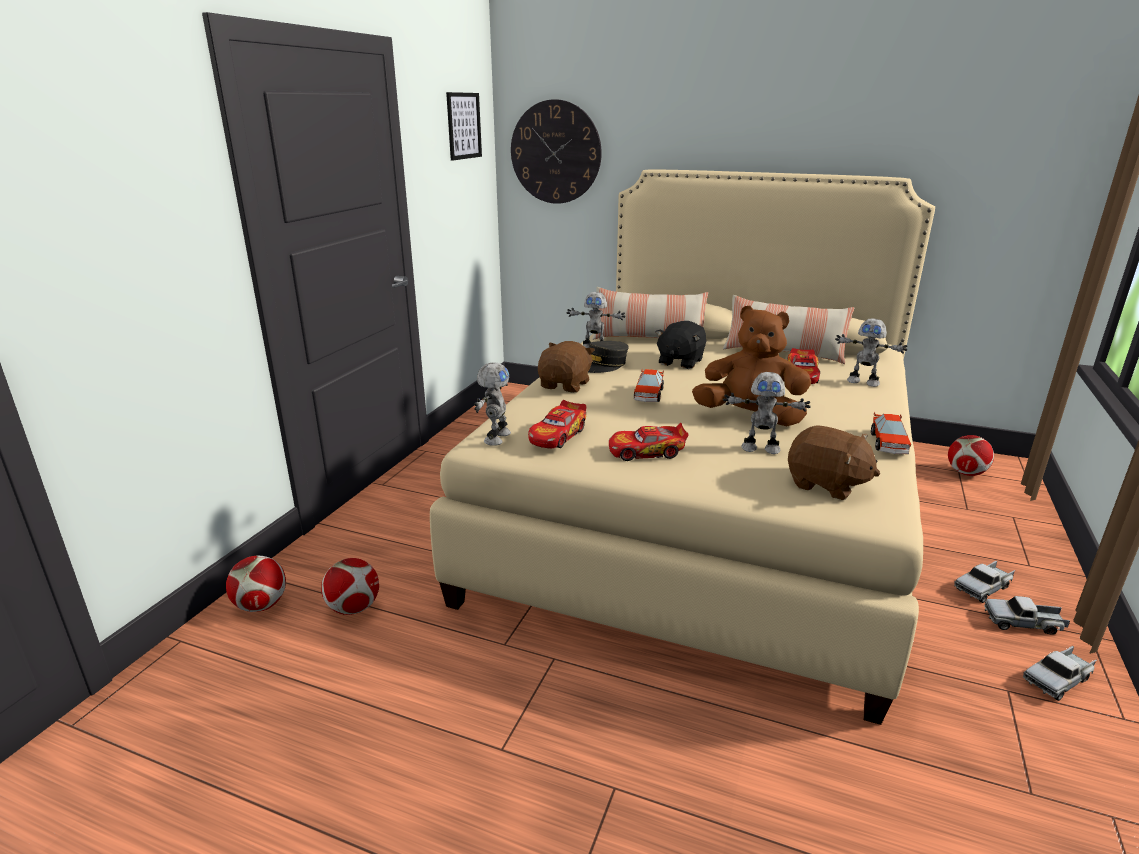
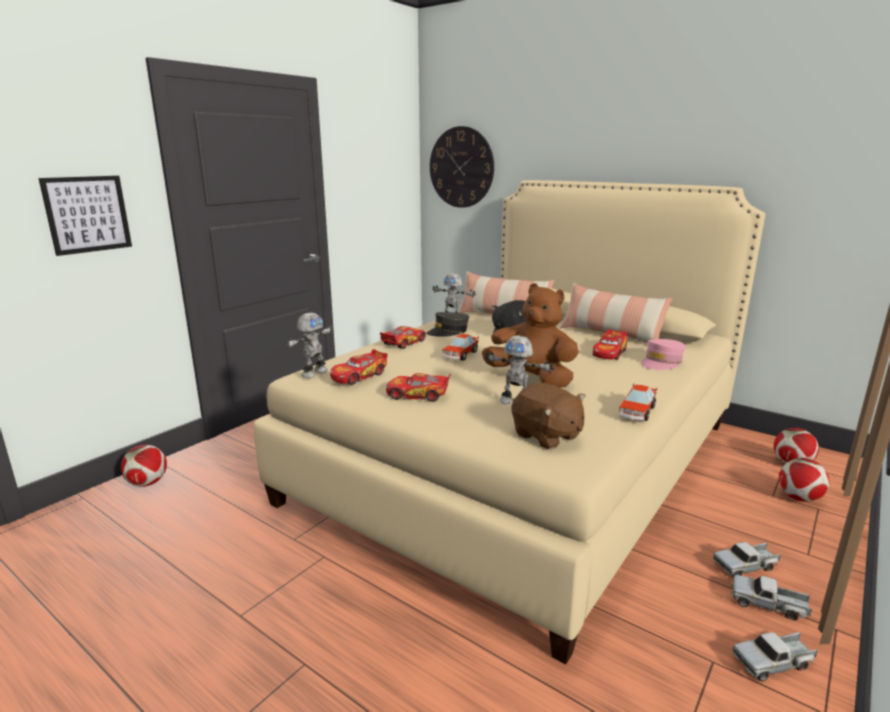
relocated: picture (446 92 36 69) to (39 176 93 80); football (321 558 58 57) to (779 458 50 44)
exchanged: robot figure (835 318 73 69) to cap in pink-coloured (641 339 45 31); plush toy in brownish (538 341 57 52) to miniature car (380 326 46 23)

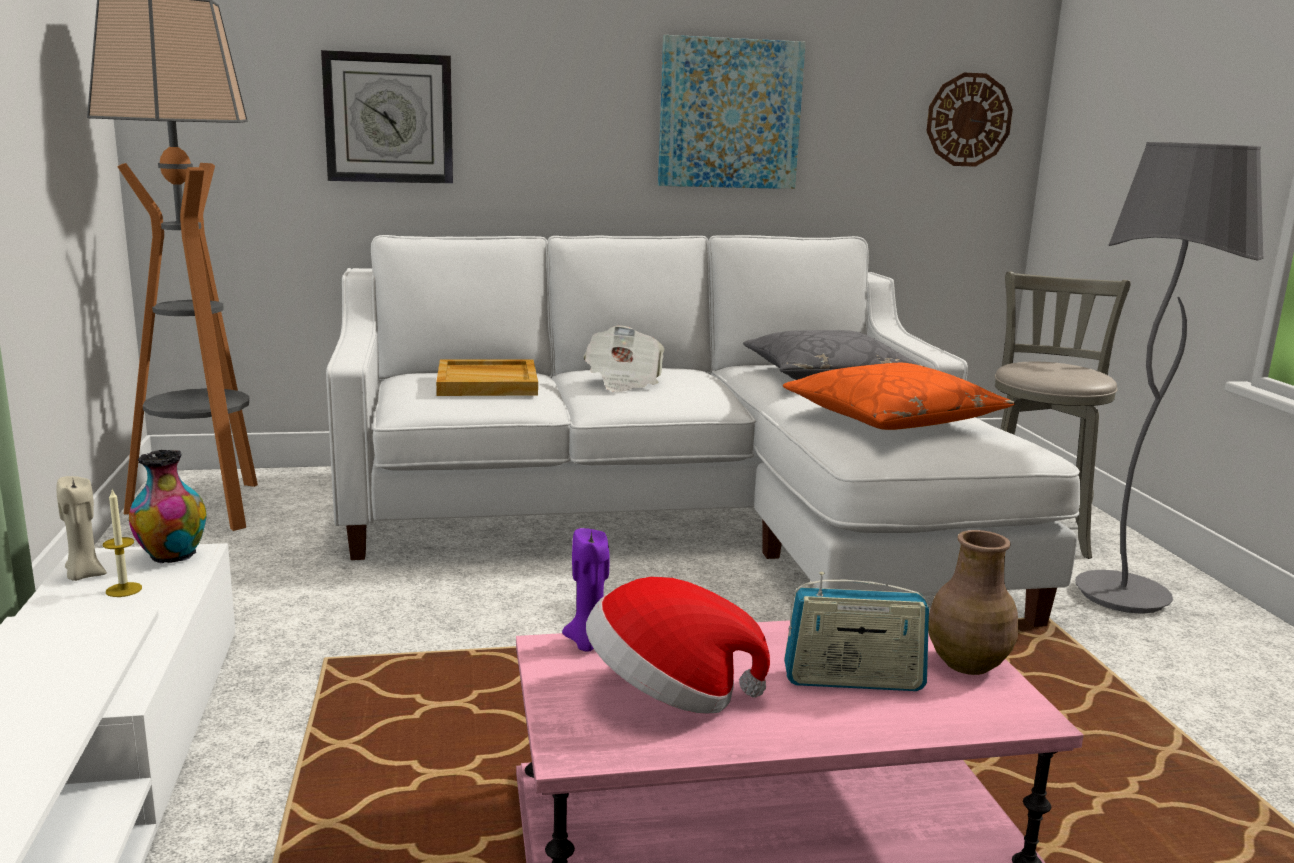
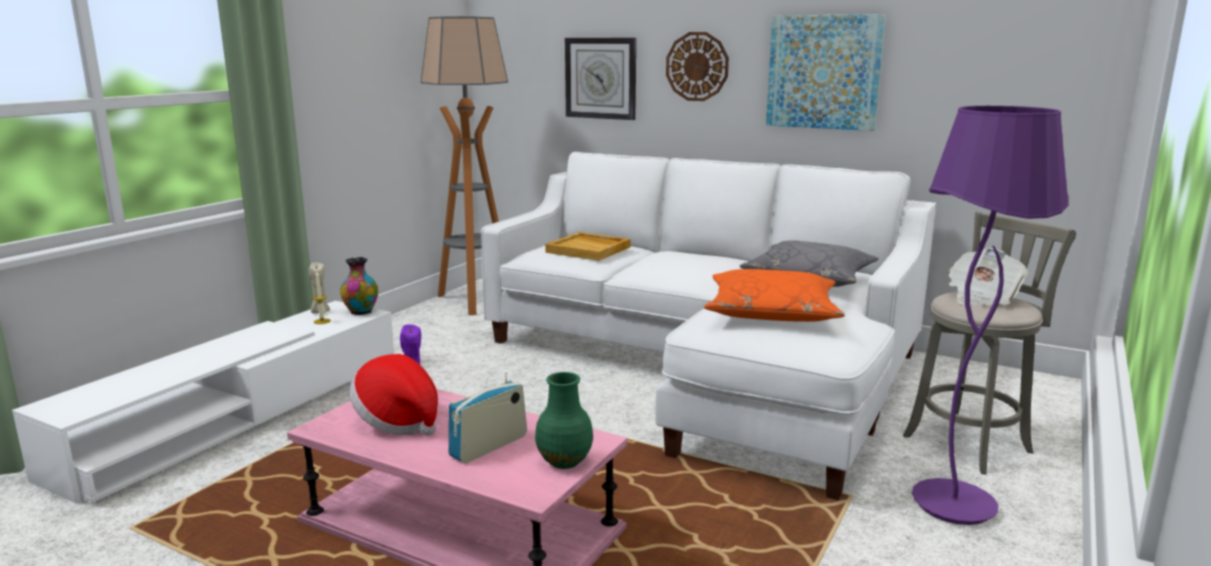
relocated: hanging clock (926 73 87 94) to (666 32 63 69); newspaper (584 326 80 66) to (948 248 80 58)
colour: floor lamp in grey (1075 142 189 472) to floor lamp in purplish (912 106 157 419); vase in brownish (928 530 90 145) to vase in green (535 372 58 97)
spun: radio set (784 572 145 119) = (449 372 78 91) 90 degrees clockwise

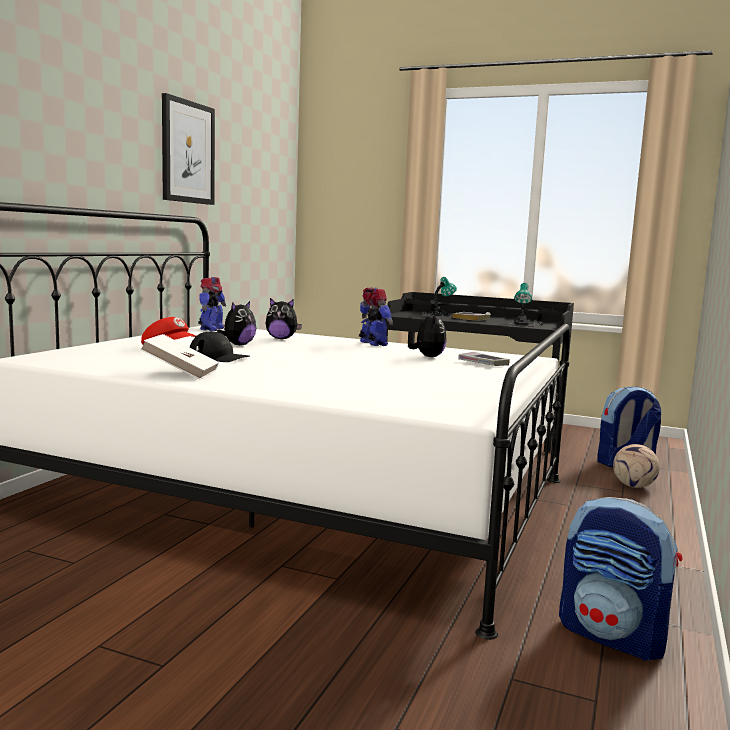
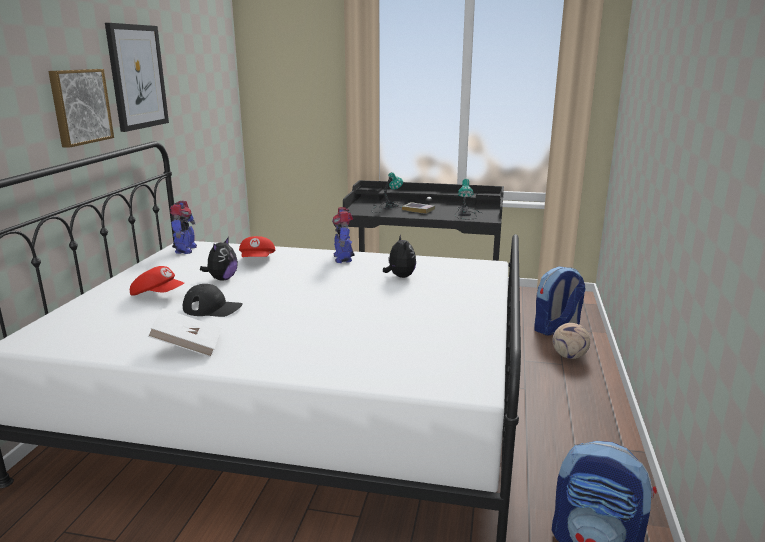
missing: book (458 352 52 14)
appeared: picture (48 69 66 79)
exchanged: plush toy (266 298 36 41) to cap in reddish (239 236 36 21)
spun: robot figure (359 287 34 59) = (332 207 23 56) 150 degrees counterclockwise

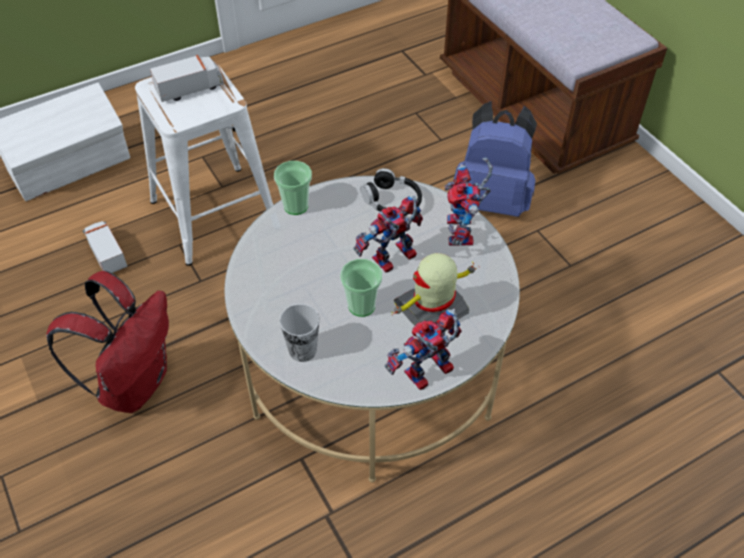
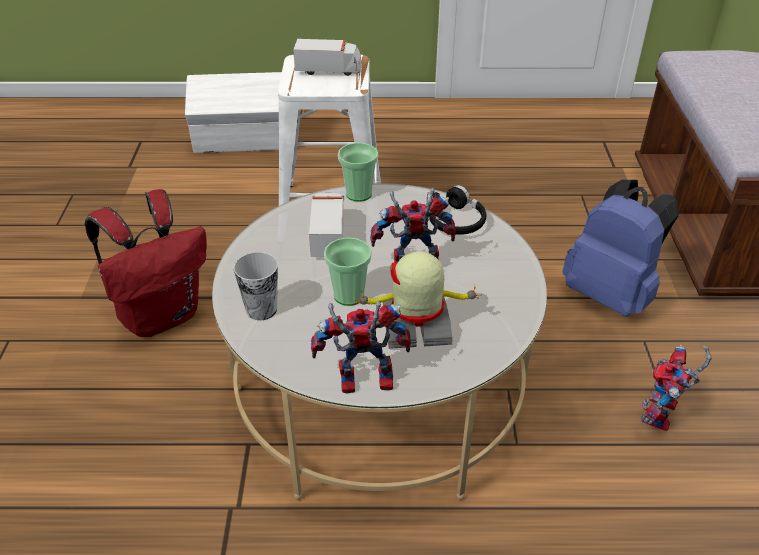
relocated: robot figure (445 157 48 89) to (641 345 70 86); toy lorry (82 221 46 52) to (309 193 35 64)

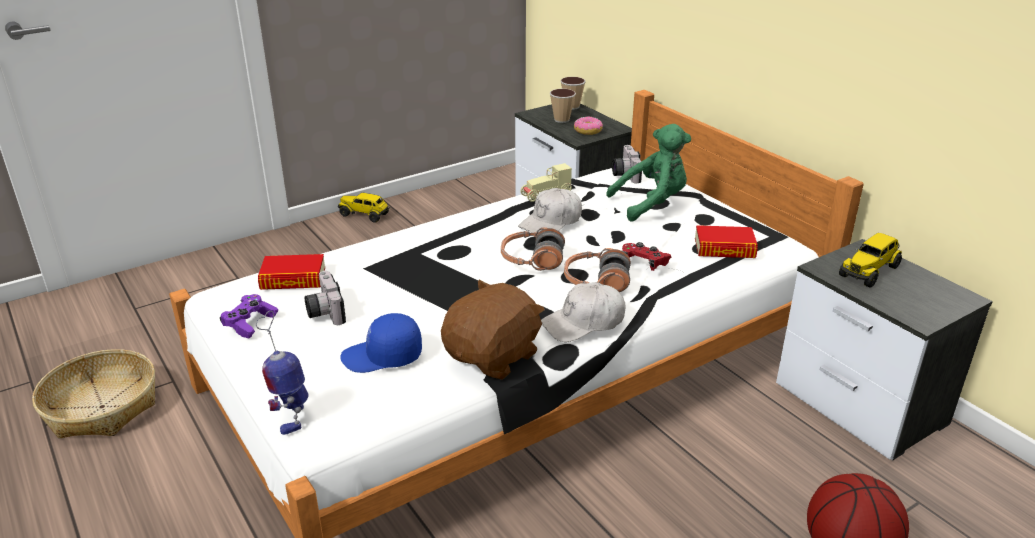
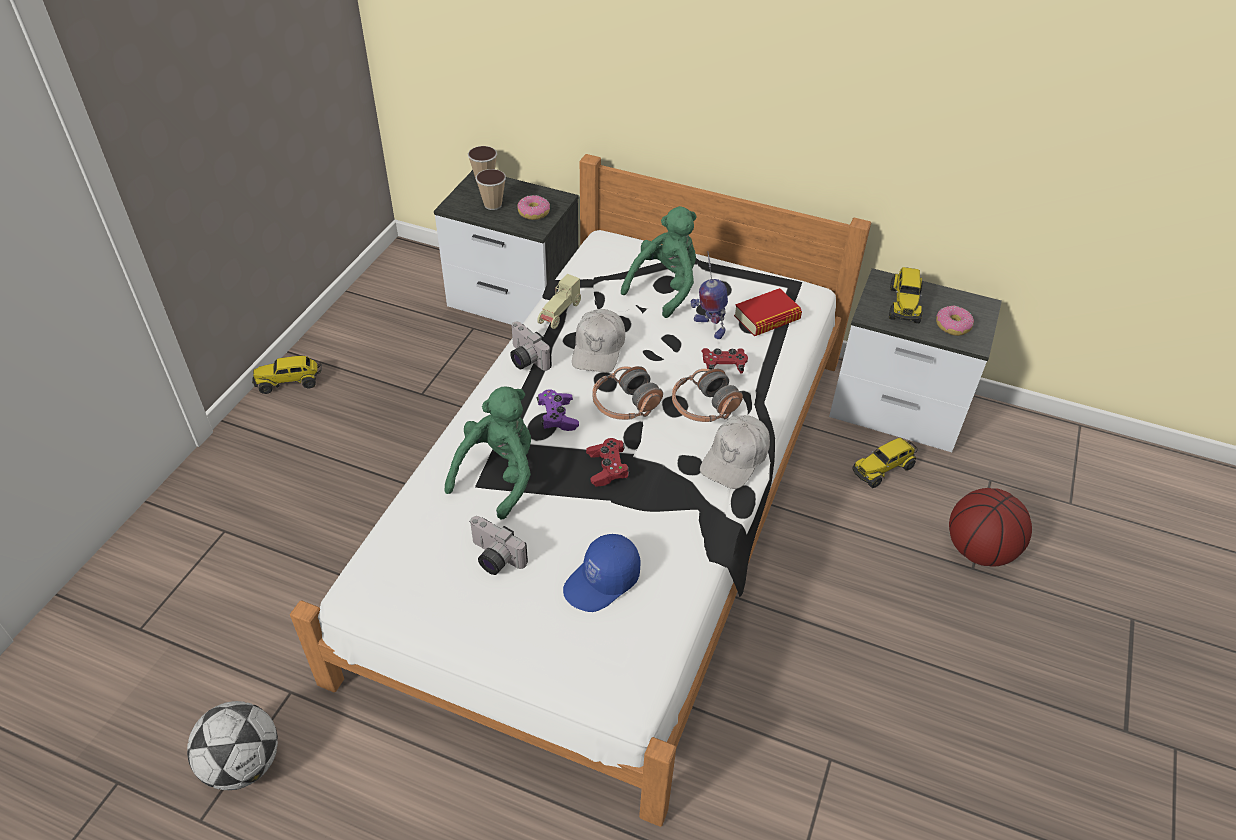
missing: book (258 254 67 36); plush toy in brownish (441 280 104 100)
appeared: donut (936 305 38 31); plush toy in green (445 387 86 132); game controller in reddish (586 438 44 49); toy lorry (853 438 65 50)
relocated: still camera (612 145 30 38) to (510 322 42 49); game controller in purplish (220 294 58 44) to (536 389 43 42); robot figure (256 311 53 124) to (691 252 37 87)
exchanged: basket (32 349 123 89) to football (187 701 91 89)

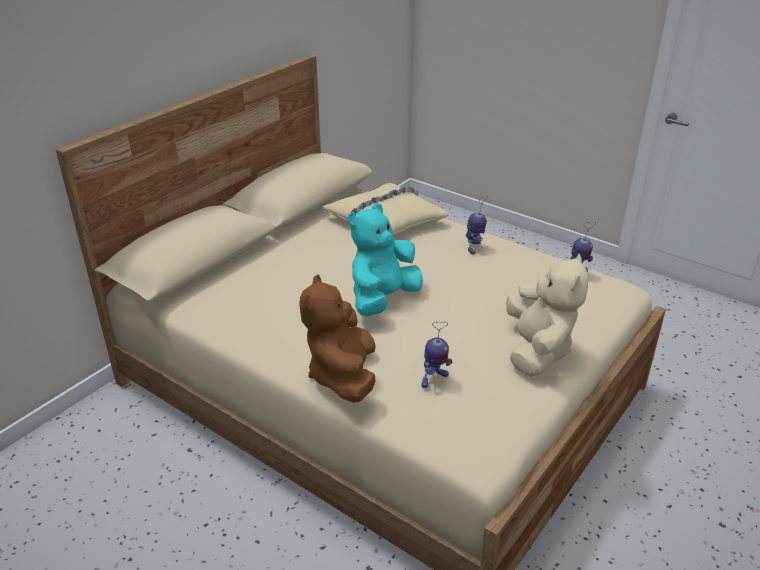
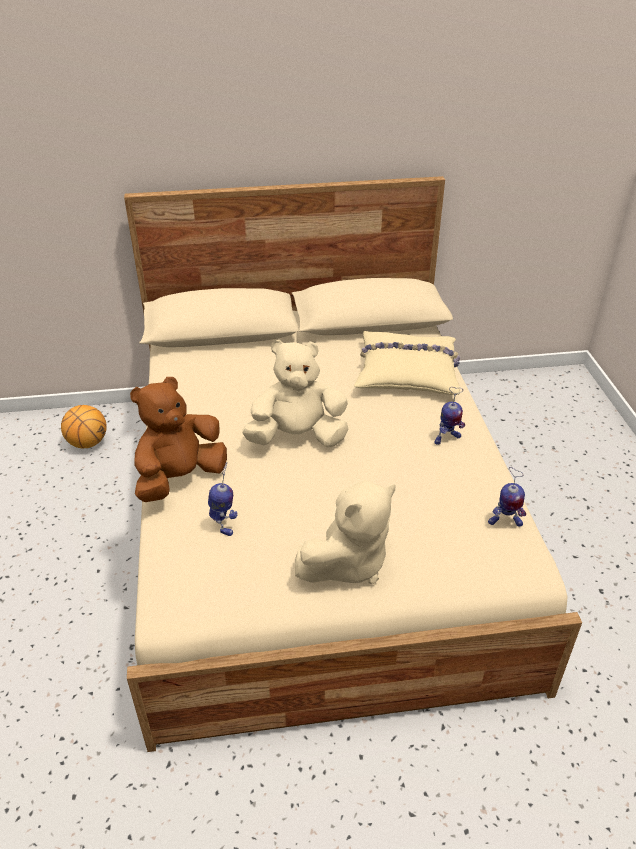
appeared: basketball (61 405 46 43)
colour: plush toy in turquoise-coloured (349 203 74 114) to plush toy in sand-coloured (242 340 106 107)
spun: robot figure (421 322 31 66) = (208 462 30 74) 120 degrees counterclockwise

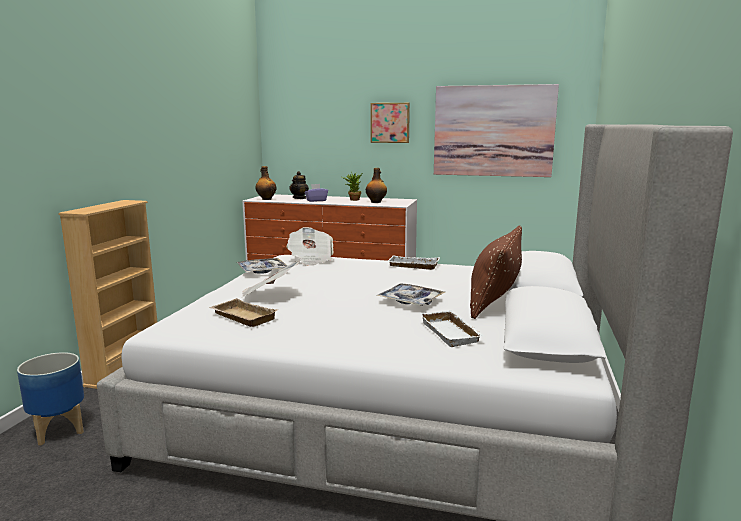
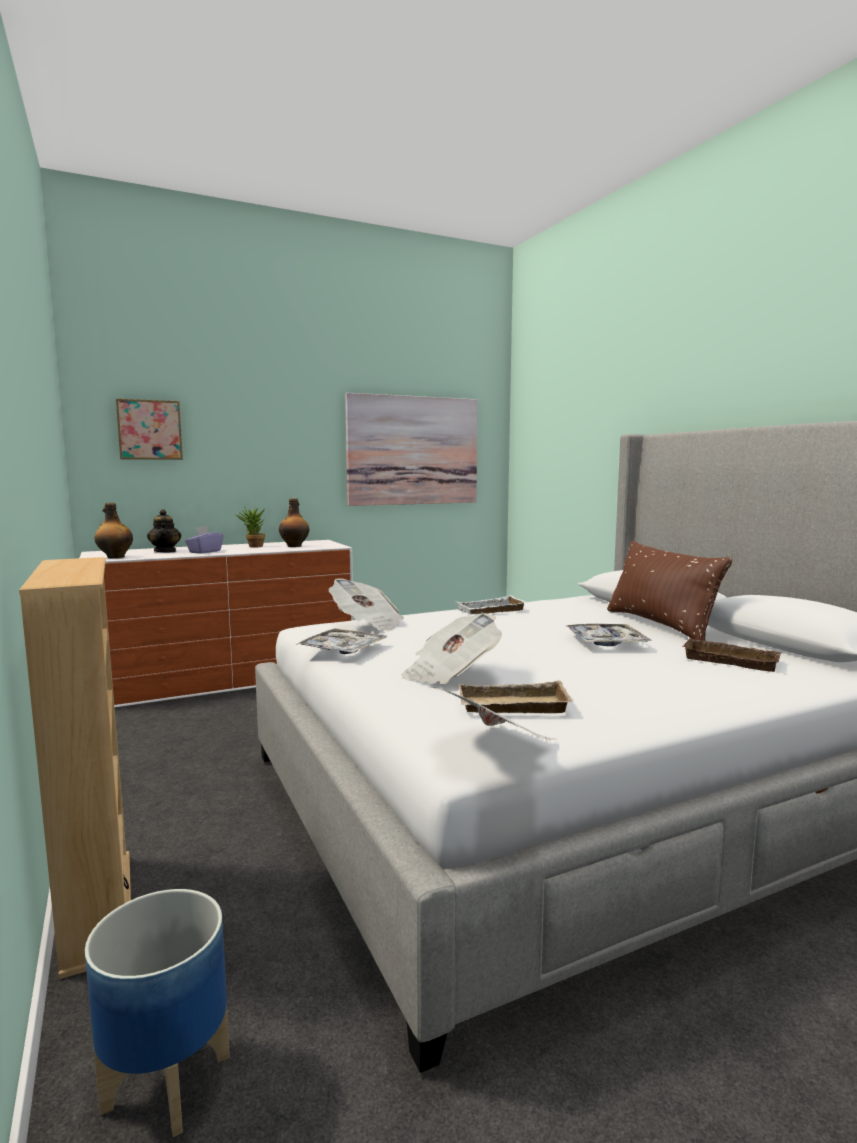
appeared: newspaper (432 687 126 54)
relocated: picture (371 103 39 40) to (116 398 67 62)
colour: serving tray in white (420 310 65 37) to serving tray in brownish (682 638 99 34)

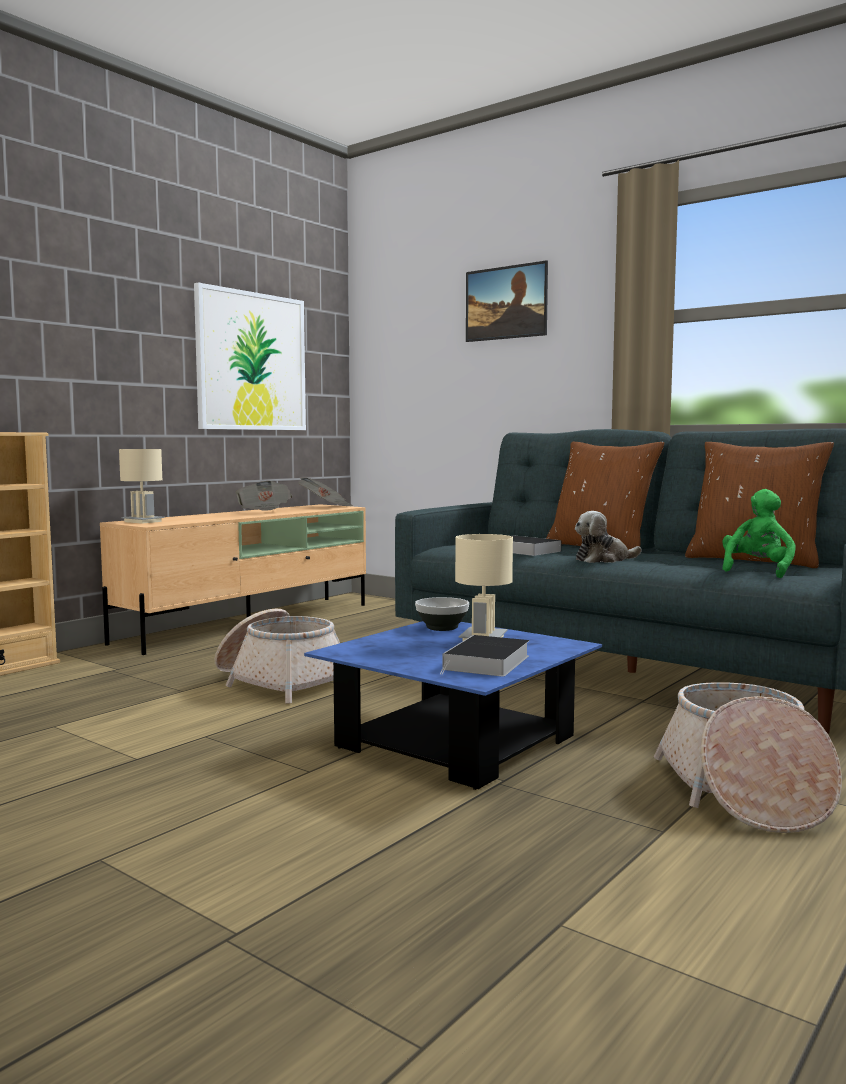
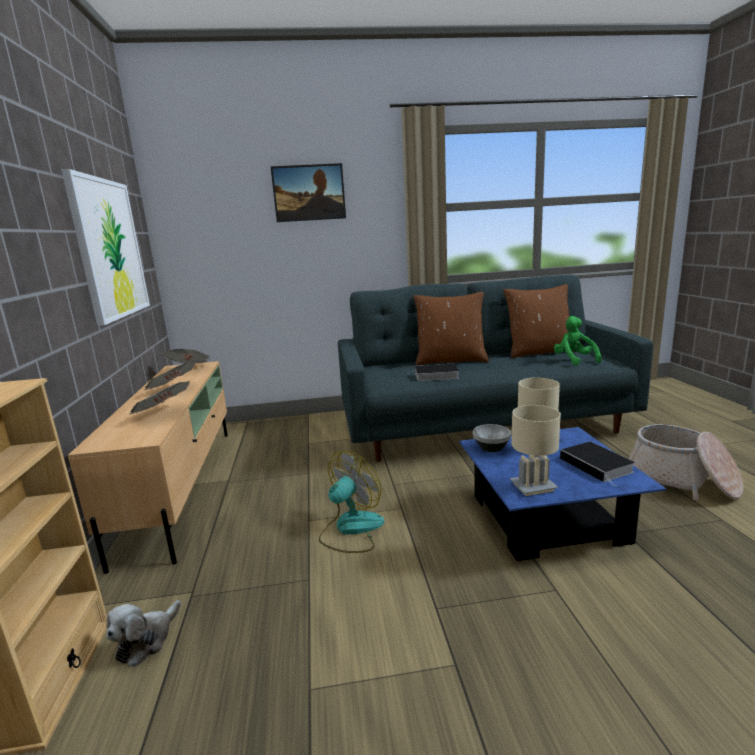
appeared: newspaper (130 381 60 33)
relocated: table lamp in sand-coloured (119 449 46 75) to (510 405 51 91); plush toy (575 511 66 52) to (106 600 75 67)
exchanged: basket (214 609 126 94) to fan (319 451 65 102)

